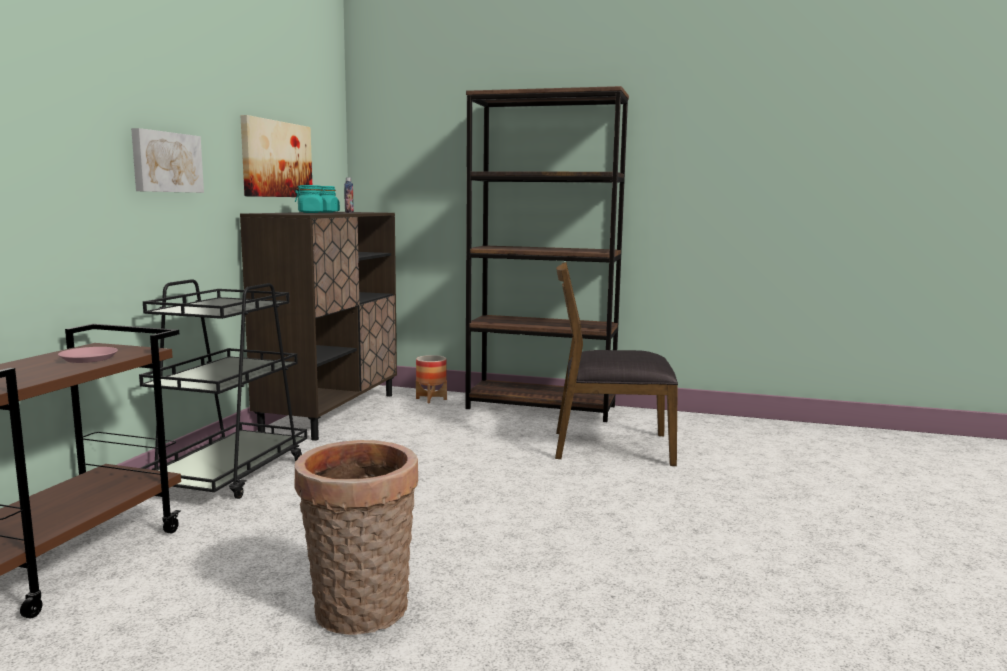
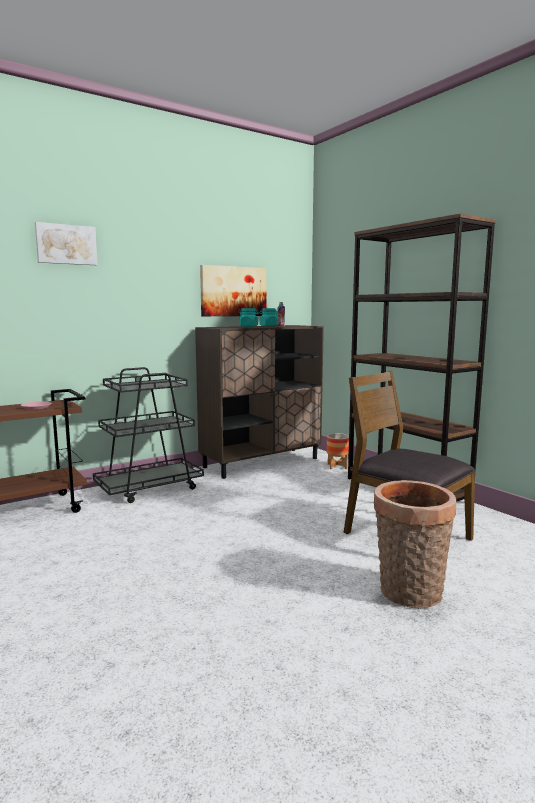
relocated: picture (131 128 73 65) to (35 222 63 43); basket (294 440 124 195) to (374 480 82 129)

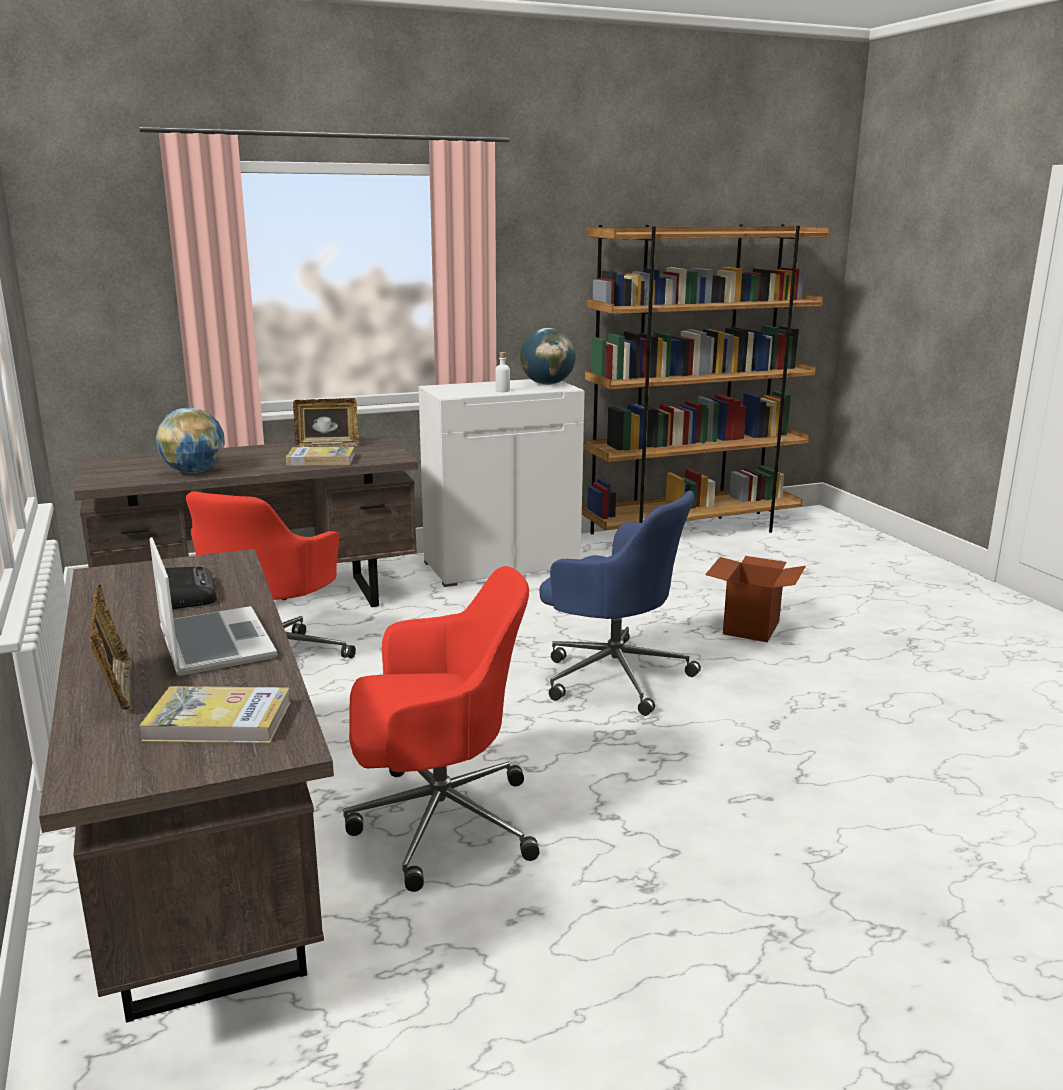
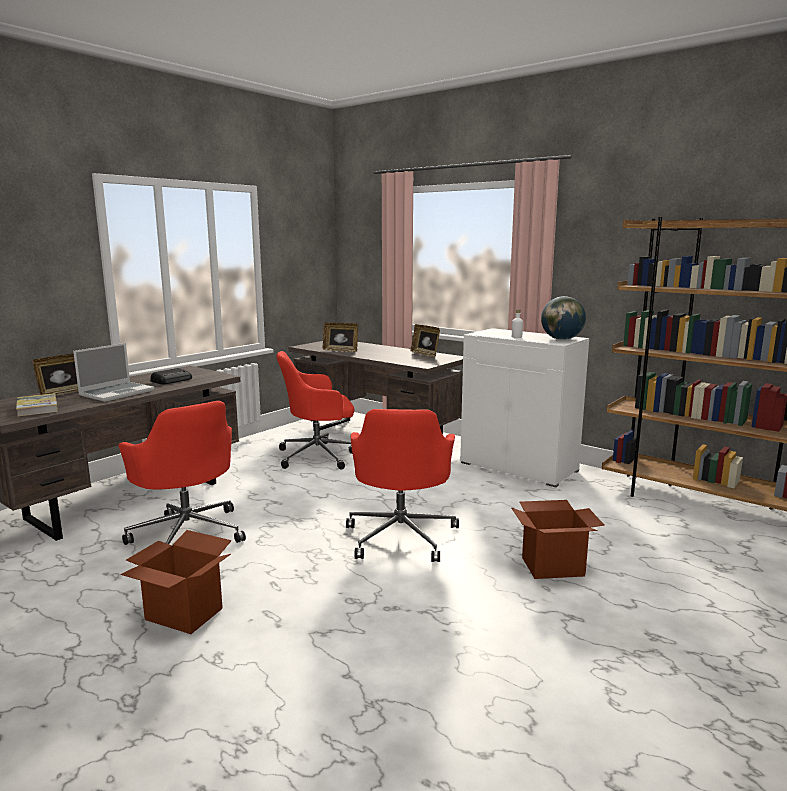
missing: book (286 447 69 19)
appeared: cardboard box (120 530 112 104)
exchanged: desk globe (156 408 69 65) to photo frame (322 322 36 30)
colour: office chair in bluish (539 491 162 225) to office chair in reddish (346 409 113 153)

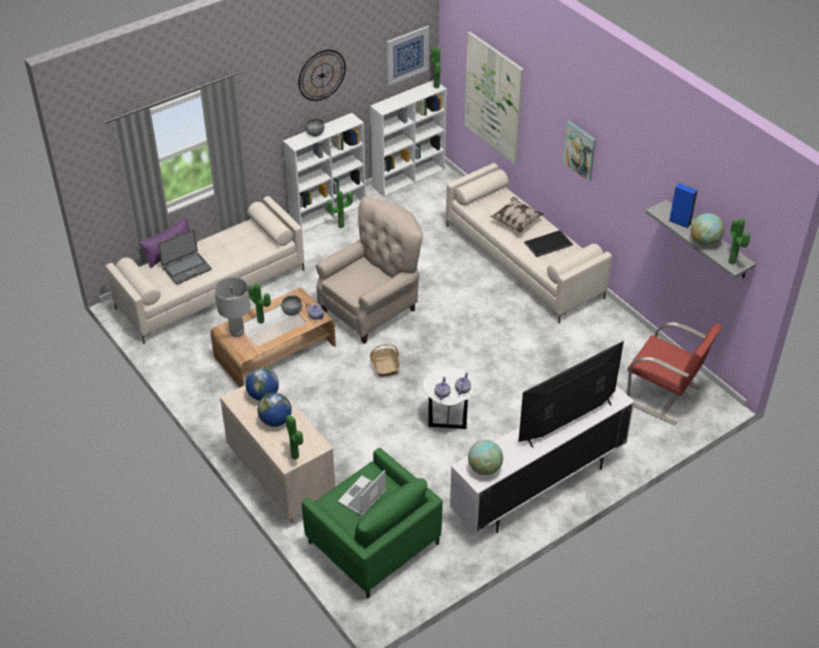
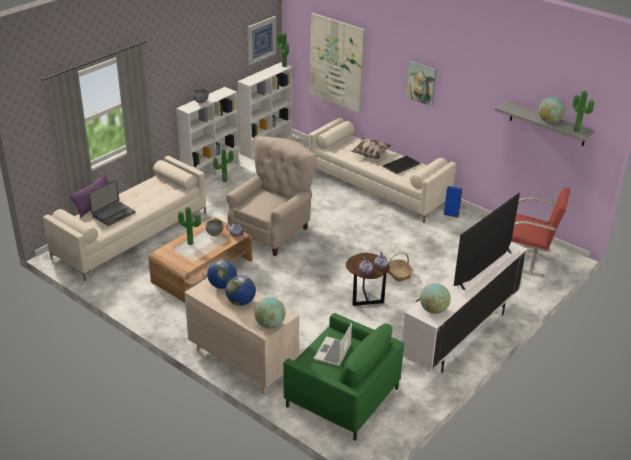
missing: hanging clock (298 50 48 51); table lamp in grey (214 277 36 60)
relocated: loudspeaker in bluish (669 183 28 45) to (443 186 19 31); basket (370 344 30 33) to (388 252 26 30)
exchanged: plant in a pot (286 415 17 44) to desk globe (254 297 32 31)
colour: end table in white (423 367 50 62) to end table in brownish (346 253 44 53)

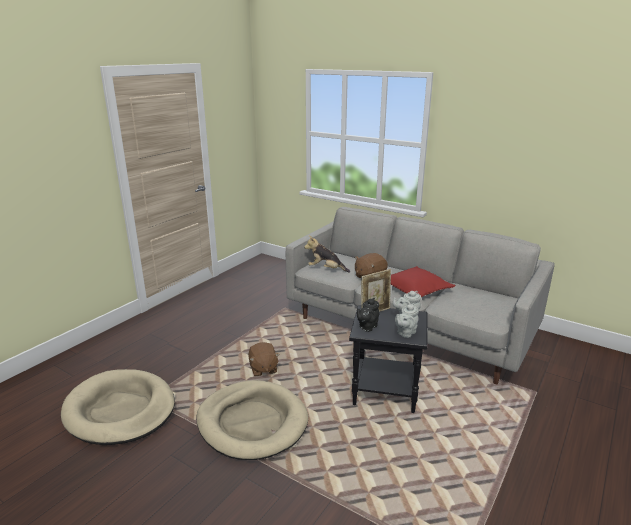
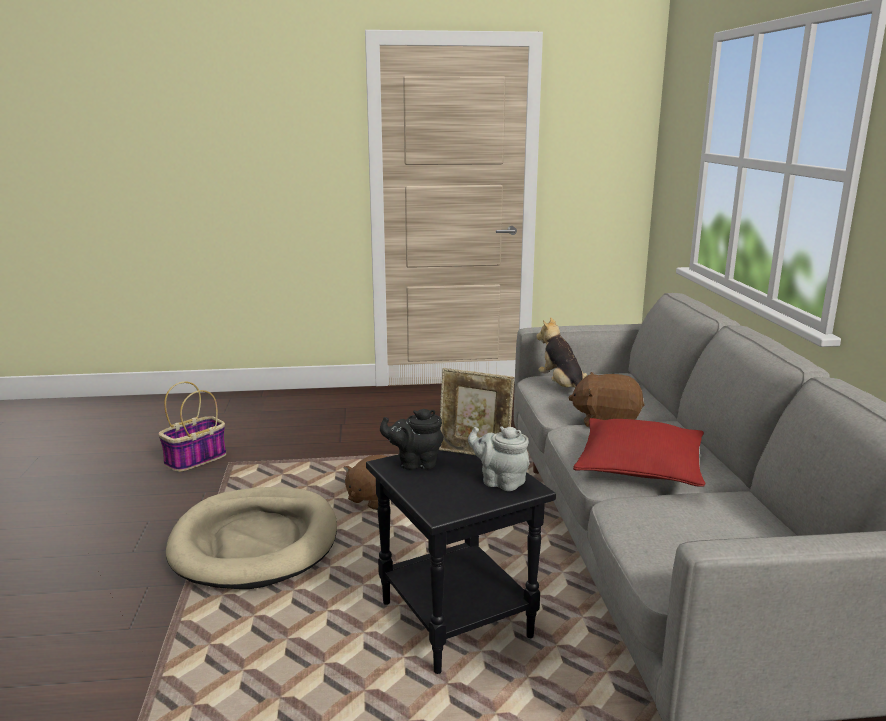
missing: pot for tea in grey (395 303 24 35)
exchanged: pet bed in sand-coloured (61 369 114 76) to basket (158 381 68 91)

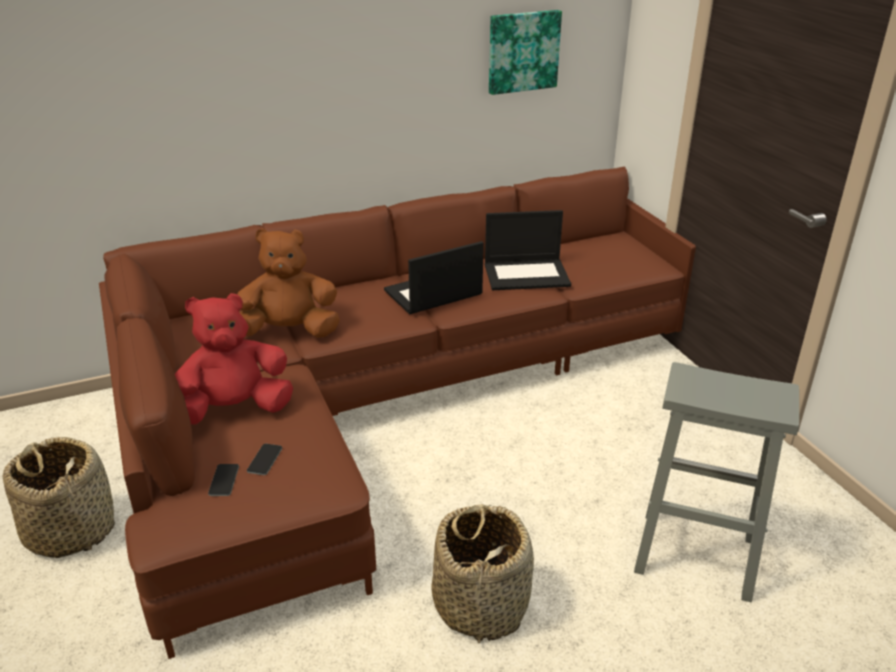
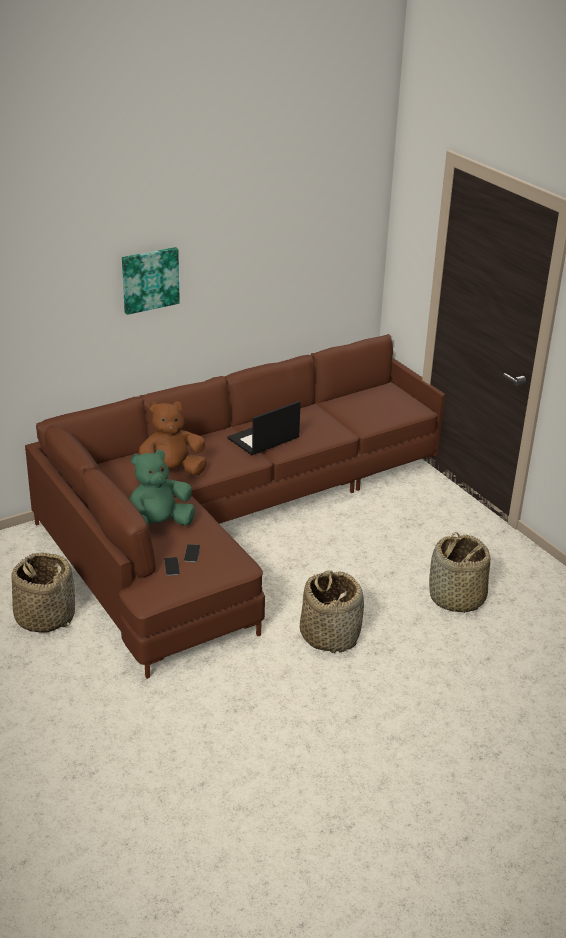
missing: portable computer (485 210 86 80)
relocated: picture (489 10 73 85) to (122 247 58 68)
exchanged: stool in grey (634 362 165 240) to basket (429 532 61 81)
colour: plush toy in reddish (175 293 118 131) to plush toy in green (129 450 66 78)

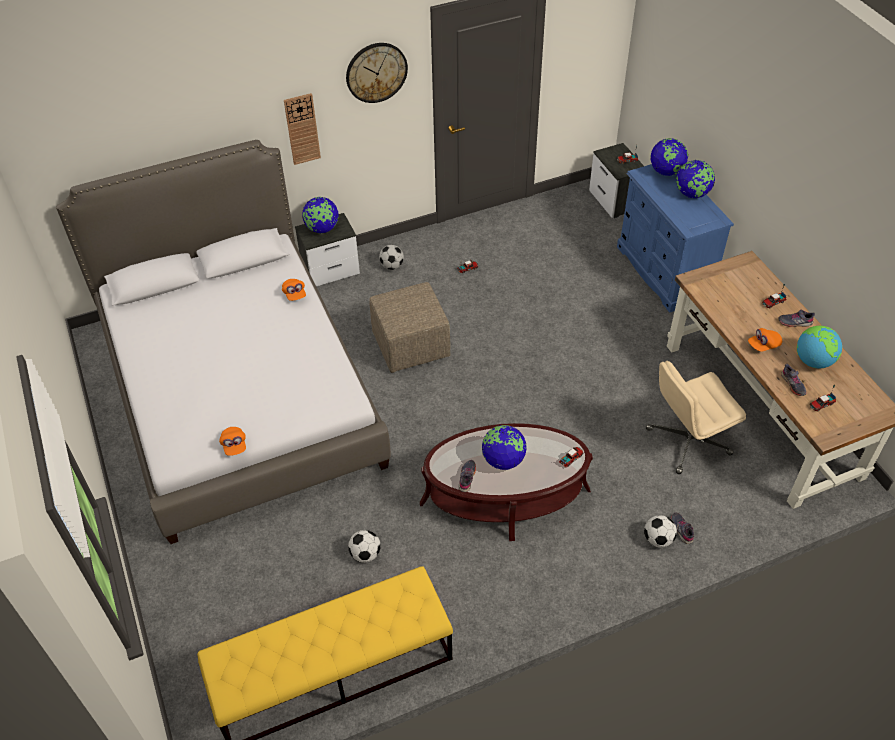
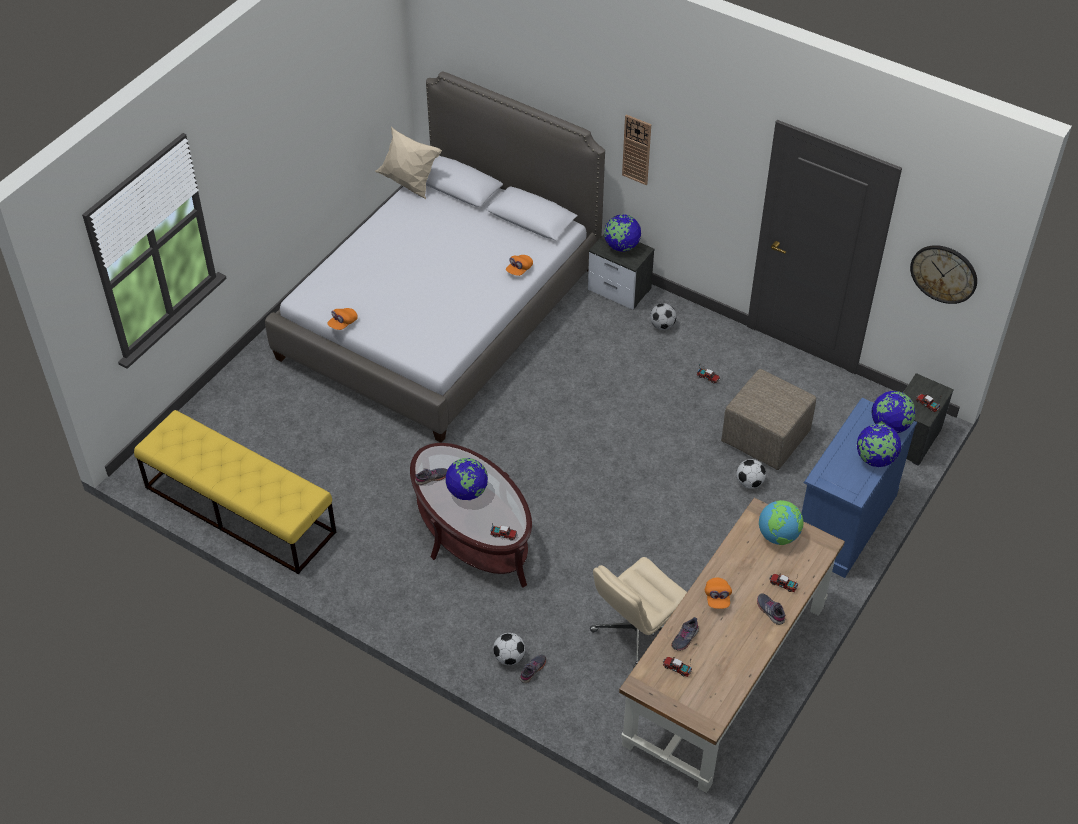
appeared: pillow in sand-coloured (375 126 67 73)
relocated: hanging clock (346 43 62 60) to (910 245 67 59); footrest in sand-coloured (369 282 82 91) to (721 369 95 101); desk globe (797 326 45 42) to (759 500 44 45); football (348 530 33 33) to (736 459 30 29)
spun: cap in orange (748 328 34 24) = (705 577 27 32) 120 degrees counterclockwise; office chair in sand-coloured (646 361 100 113) = (590 557 97 112) 75 degrees counterclockwise

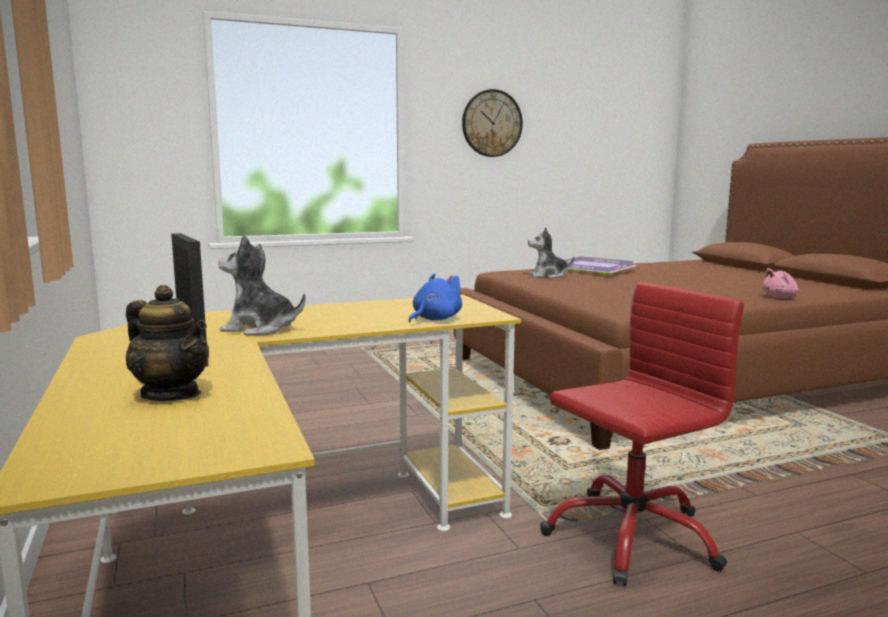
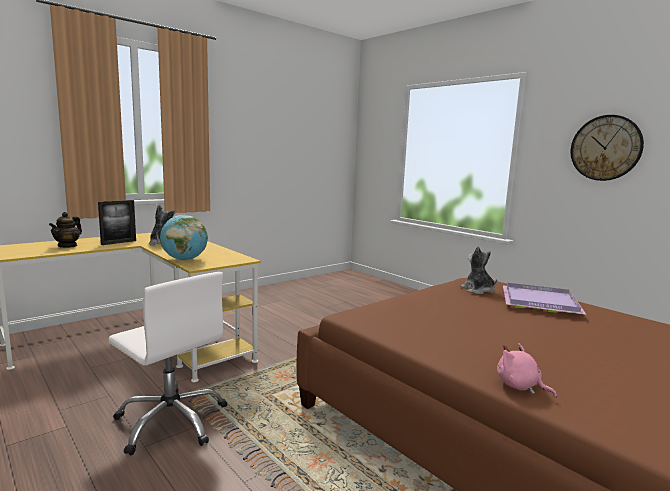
exchanged: plush toy in bluish (409 273 53 50) to desk globe (160 215 48 45)
colour: office chair in reddish (540 282 204 304) to office chair in white (109 272 119 183)

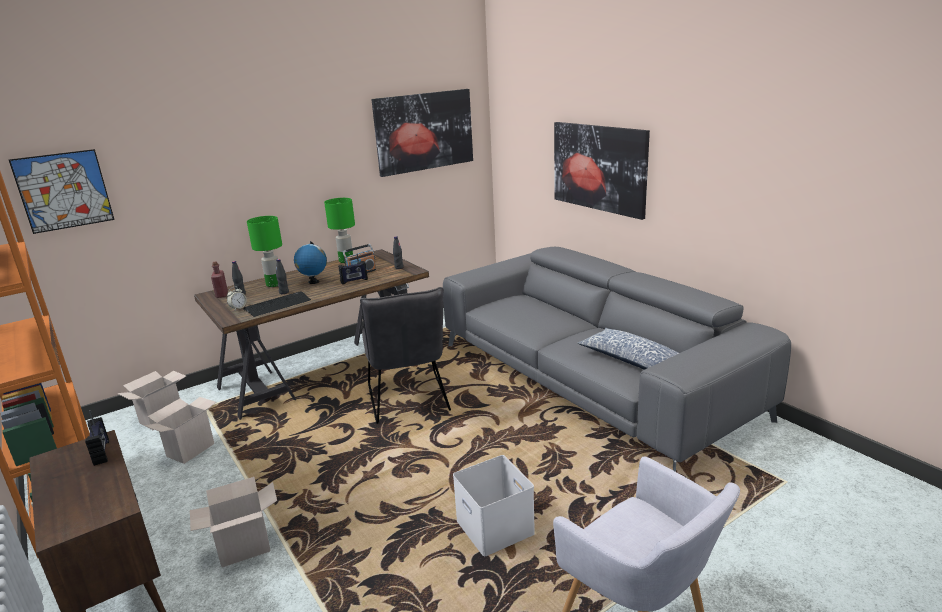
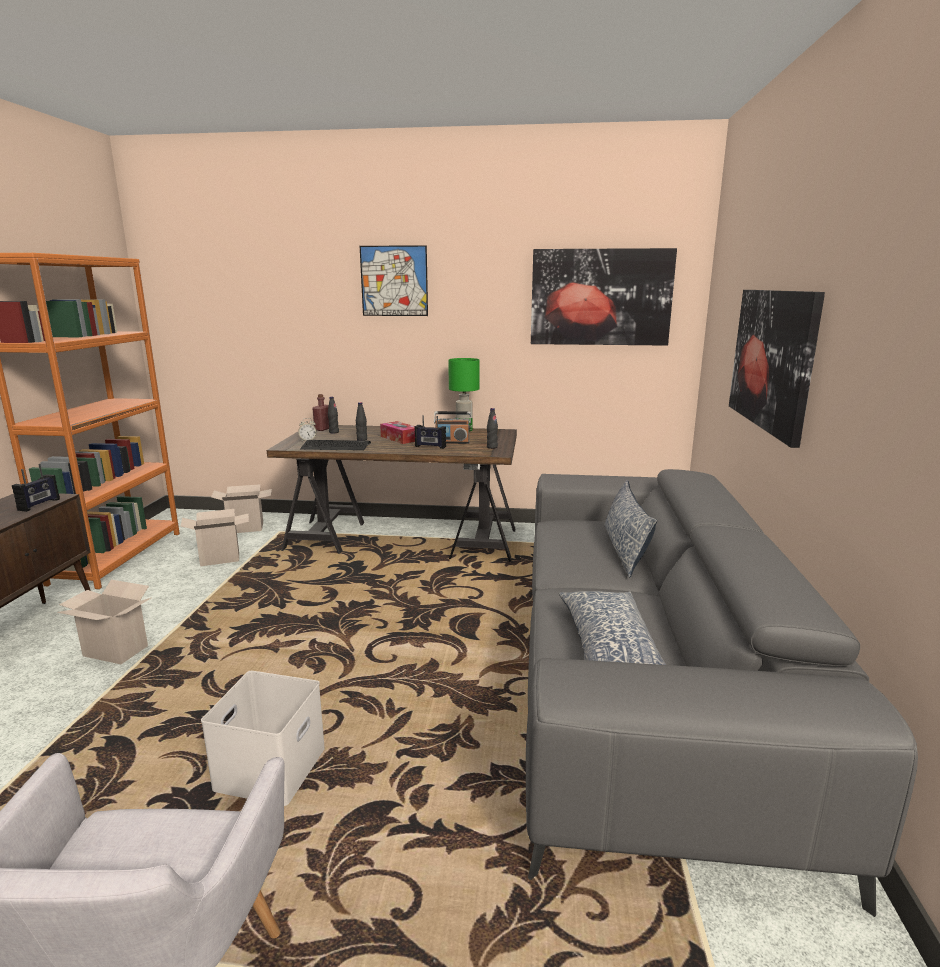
missing: table lamp in green (247 216 35 71); plain chair in grey (360 287 91 137)
appeared: pillow (604 480 53 97)
relocated: picture (9 149 105 85) to (360 245 68 71)
exchanged: desk globe (294 241 33 43) to tissue box (380 421 35 23)

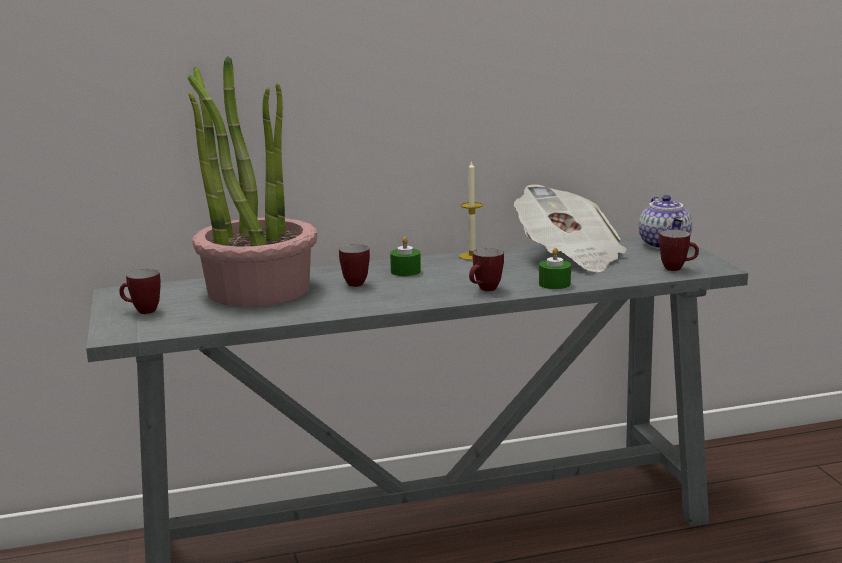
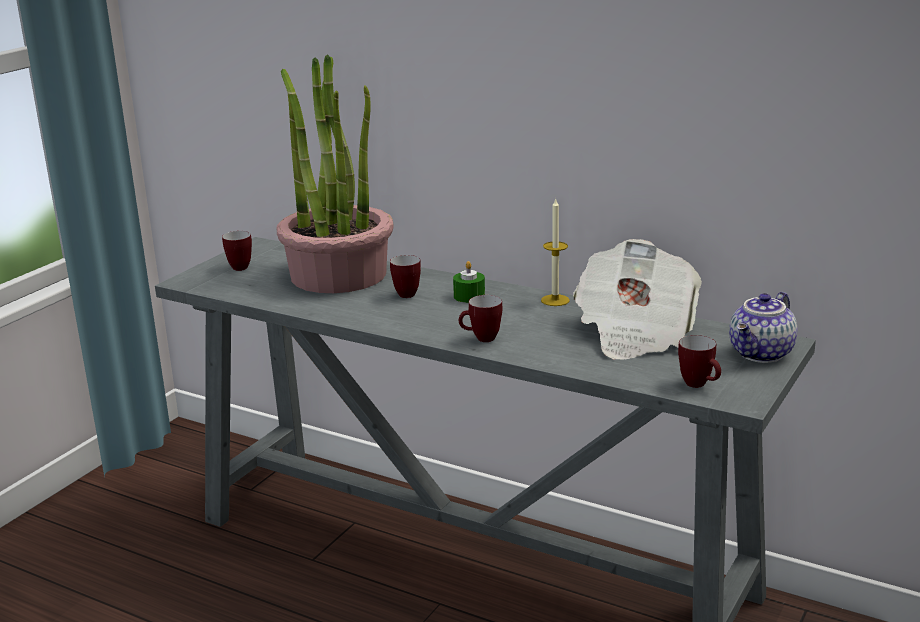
missing: wax light in green (539 248 32 41)

